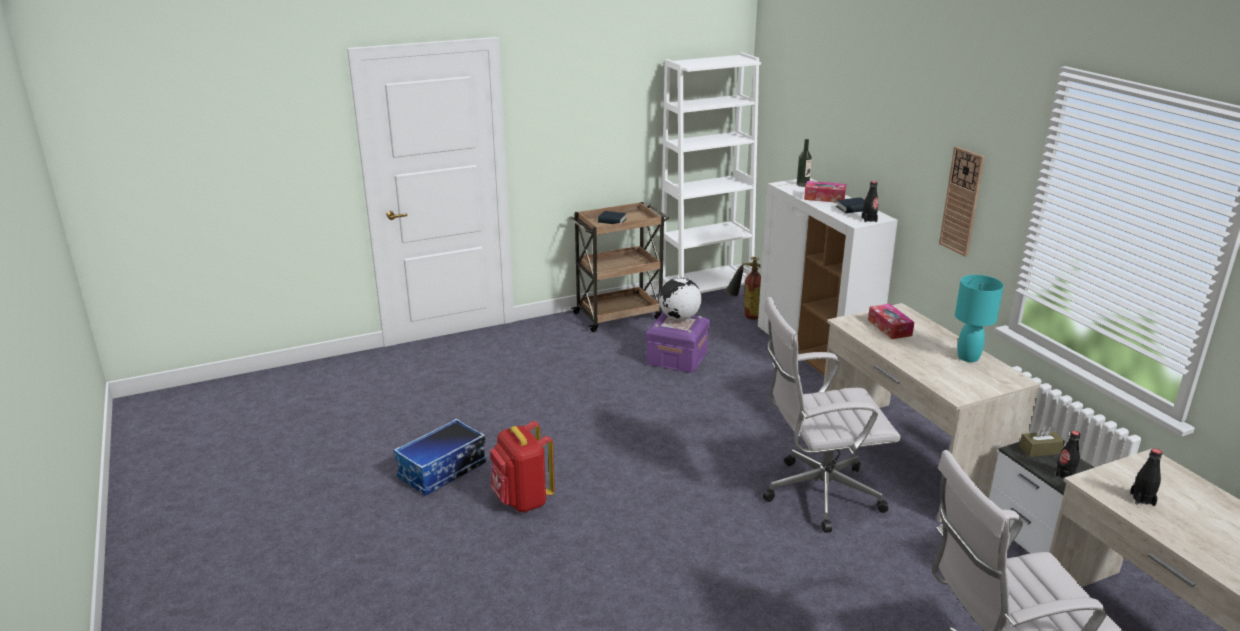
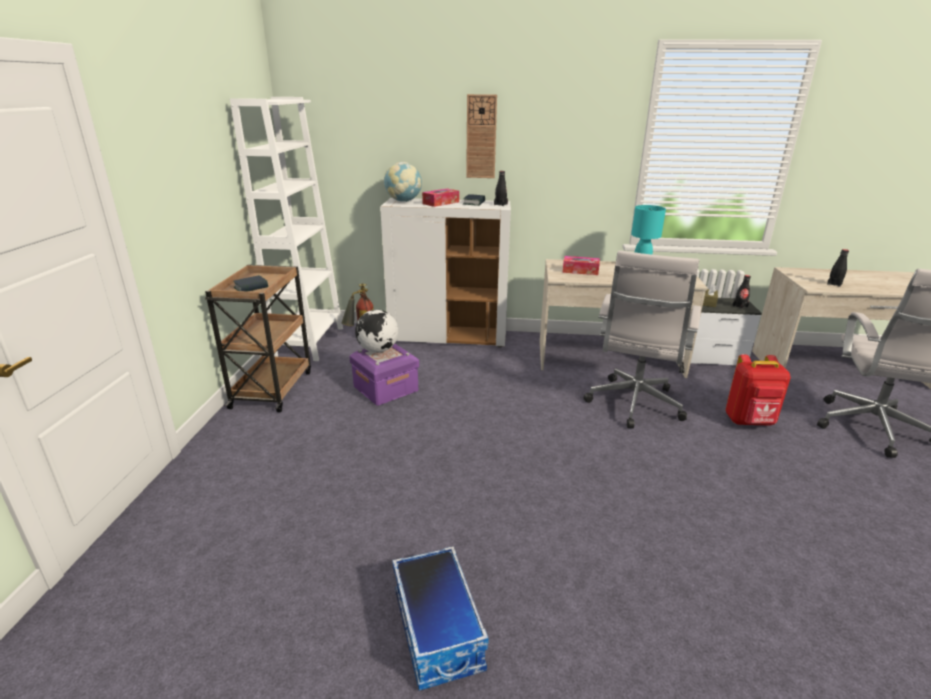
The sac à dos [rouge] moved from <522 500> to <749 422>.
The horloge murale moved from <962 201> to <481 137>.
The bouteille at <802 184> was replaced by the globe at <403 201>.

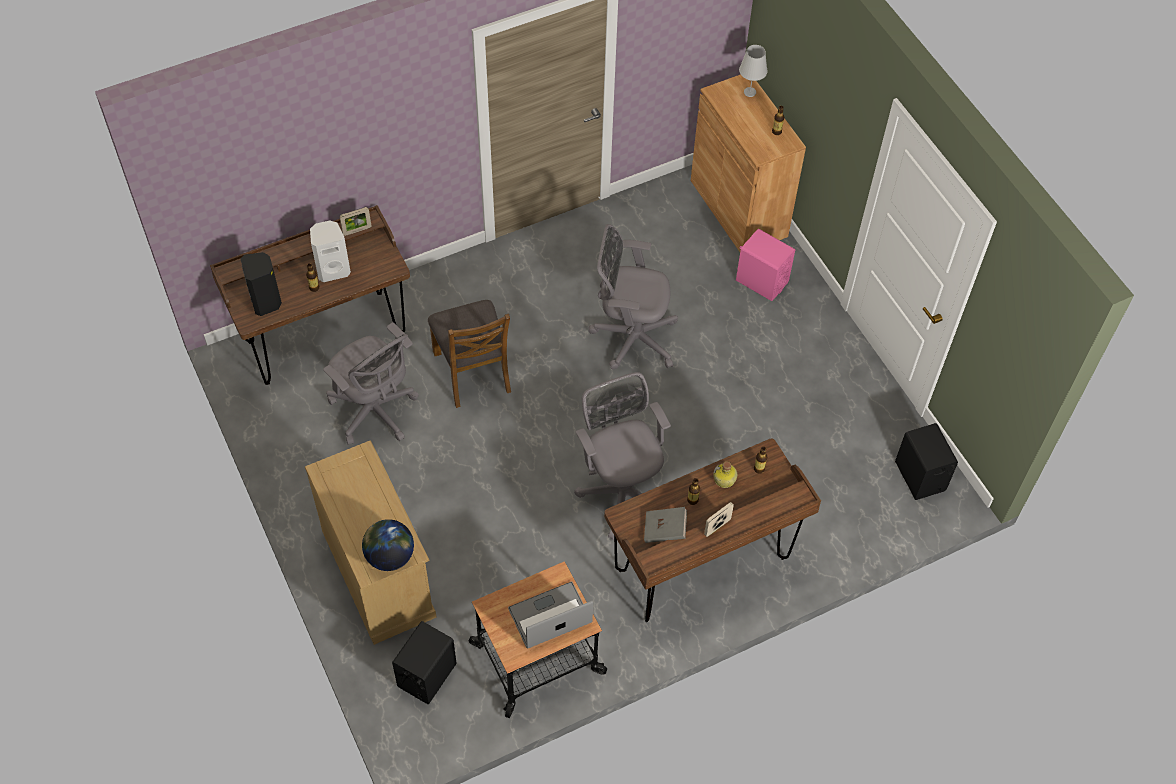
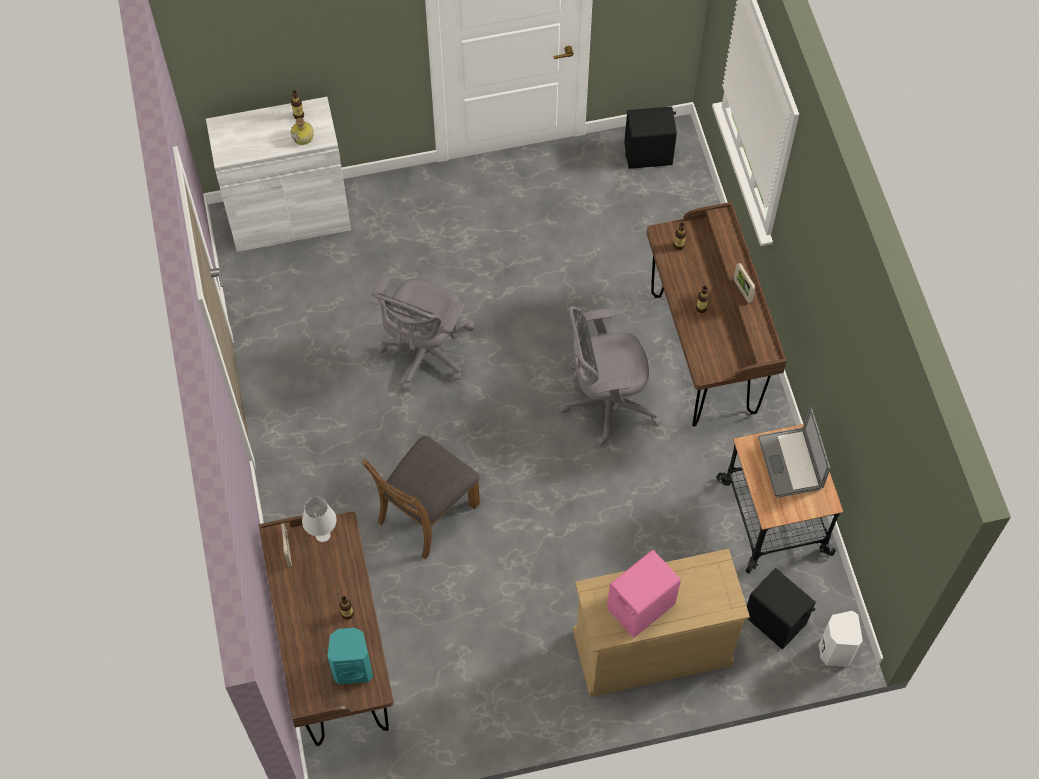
The chaise de bureau [gris] at <375 412> disappeared.
The globe at <390 556> disappeared.
The livre [gris] at <664 530> disappeared.
The enceinte [blanc] moved from <333 270> to <834 651>.
The bouteille moved from <724 480> to <303 137>.
The enceinte [rose] moved from <761 281> to <640 607>.
The lampe de table [blanc] moved from <750 92> to <323 535>.
The enceinte [noir] at <266 302> became the enceinte [turquoise] at <353 668>.
The meuble de rangement [marron] at <738 208> became the meuble de rangement [blanc] at <289 217>.
The chaise [marron] at <473 372> turned 135 degrees clockwise.

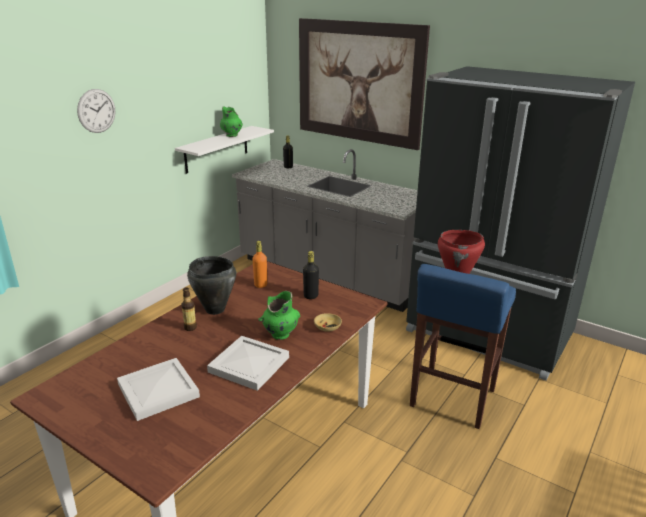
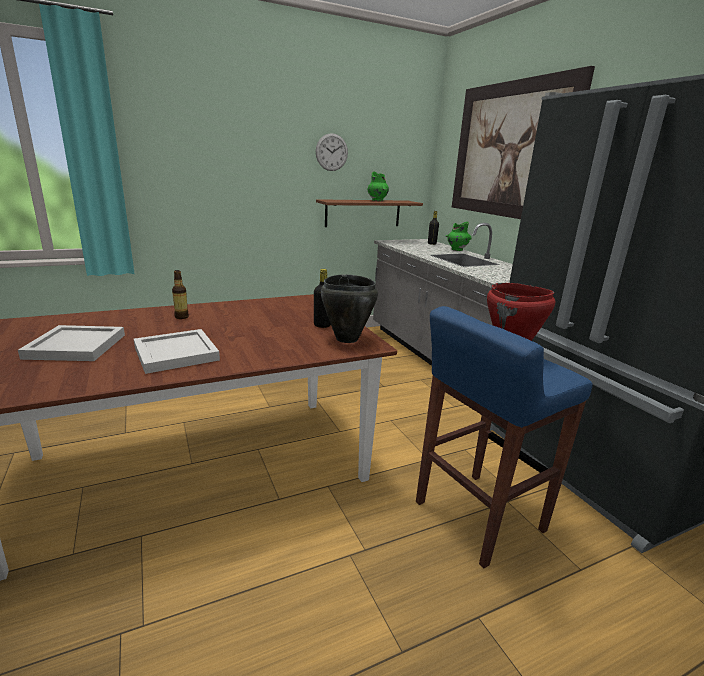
The bouteille [orange] at <260 285> disappeared.
The bol [beige] at <327 327> disappeared.
The horloge murale moved from <96 111> to <331 152>.
The marmite [noir] moved from <215 310> to <346 339>.
The vase [vert] moved from <280 334> to <456 250>.
The étagère [blanc] at <216 149> became the étagère [marron] at <363 213>.

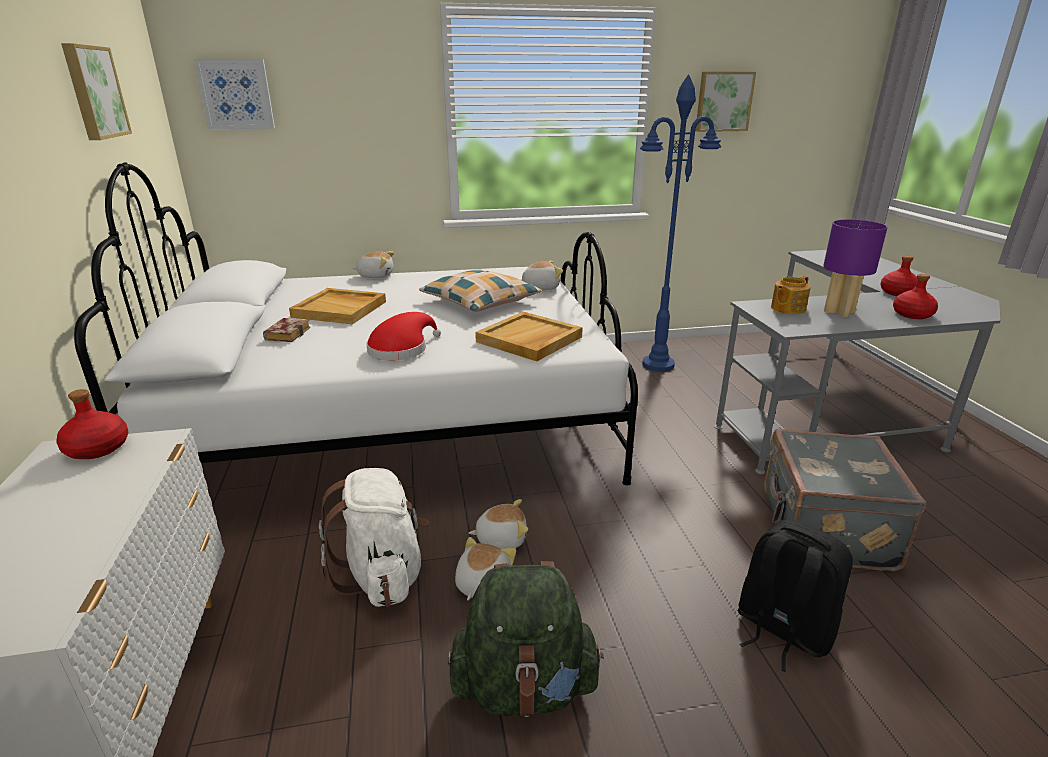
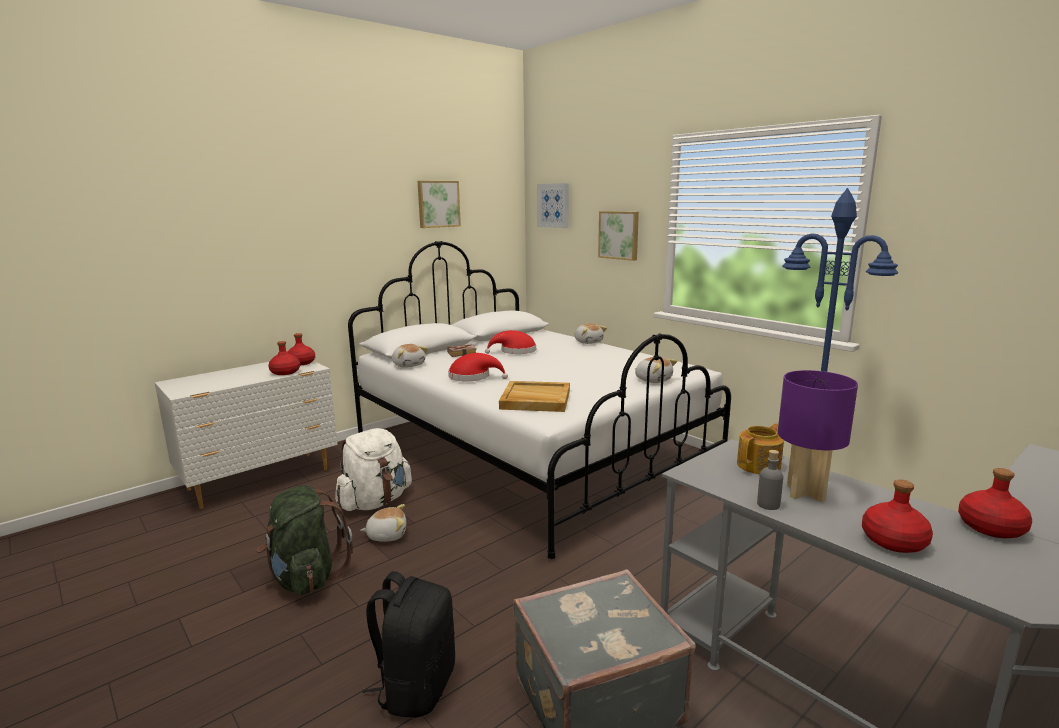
The coussin at <480 302> disappeared.
The bouteille [rouge] at <285 372> appeared.
The bouteille [gris] at <768 504> appeared.
The peluche moved from <501 538> to <409 365>.
The tableau moved from <723 101> to <619 235>.
The plateau [beige] at <340 309> was replaced by the chapeau [rouge] at <515 351>.
The théière at <787 308> turned 120 degrees clockwise.

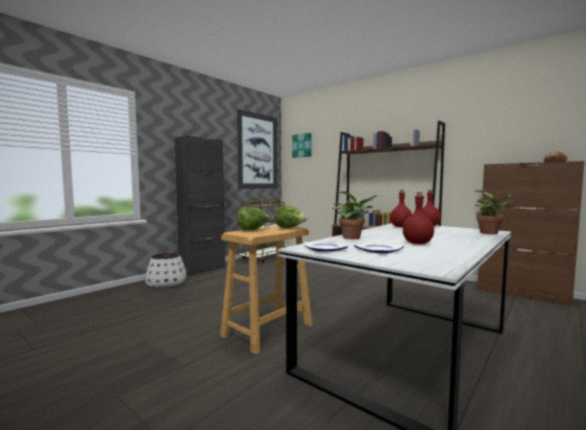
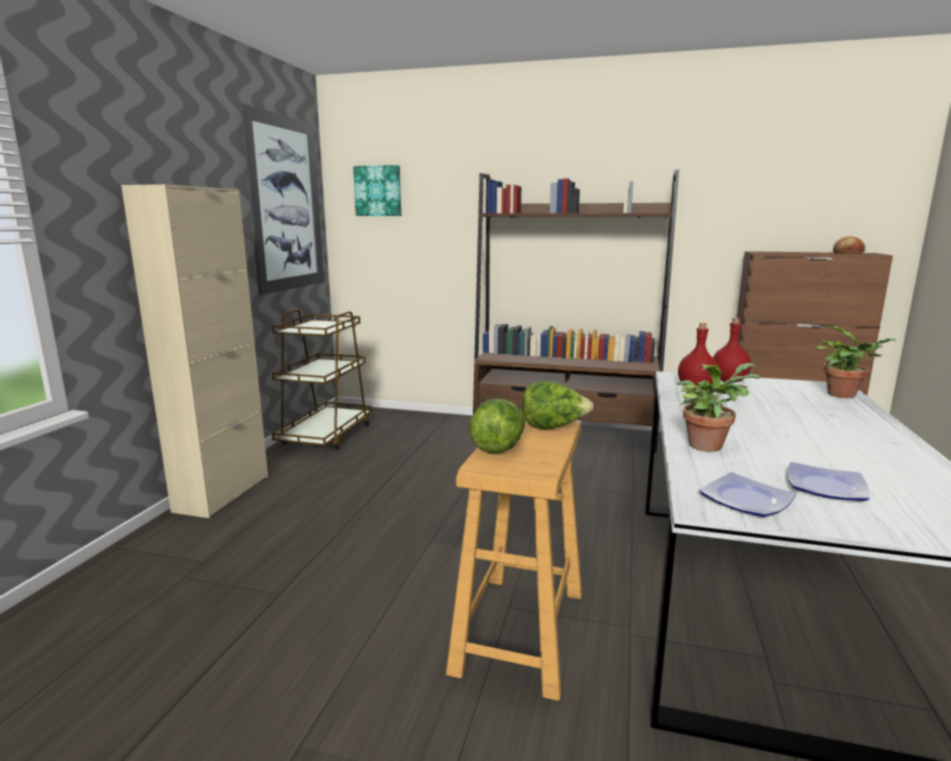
The cache-pot [blanc] at <166 282> disappeared.
The bouteille [rouge] at <418 243> disappeared.
The meuble de rangement [noir] at <203 270> became the meuble de rangement [beige] at <222 493>.

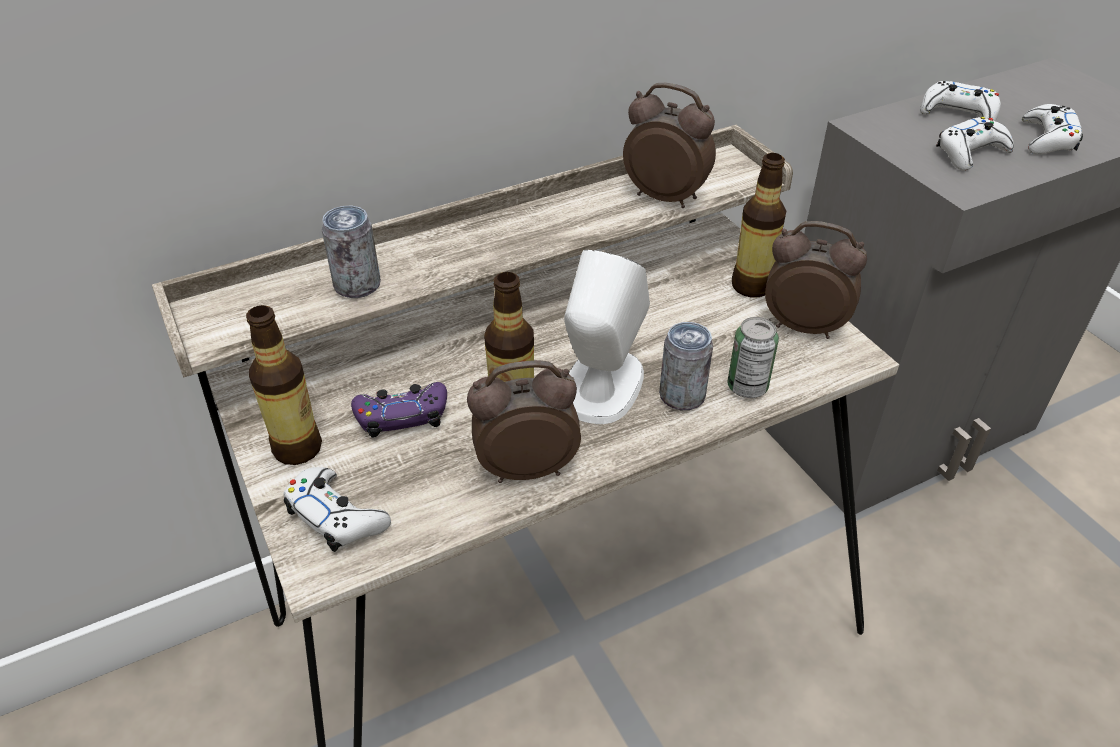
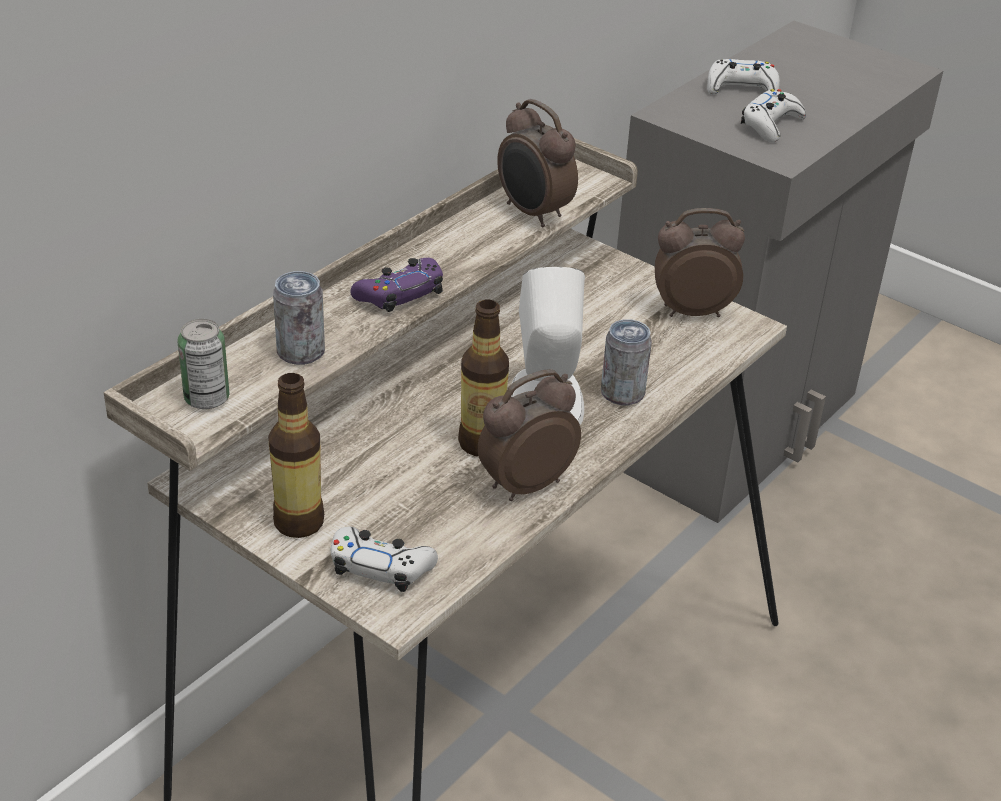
The bouteille at <751 286> disappeared.
The manette [blanc] at <1047 139> disappeared.
The manette [violet] moved from <402 416> to <400 294>.
The boîte métallique moved from <747 387> to <207 399>.
The réveil at <665 196> turned 135 degrees counterclockwise.

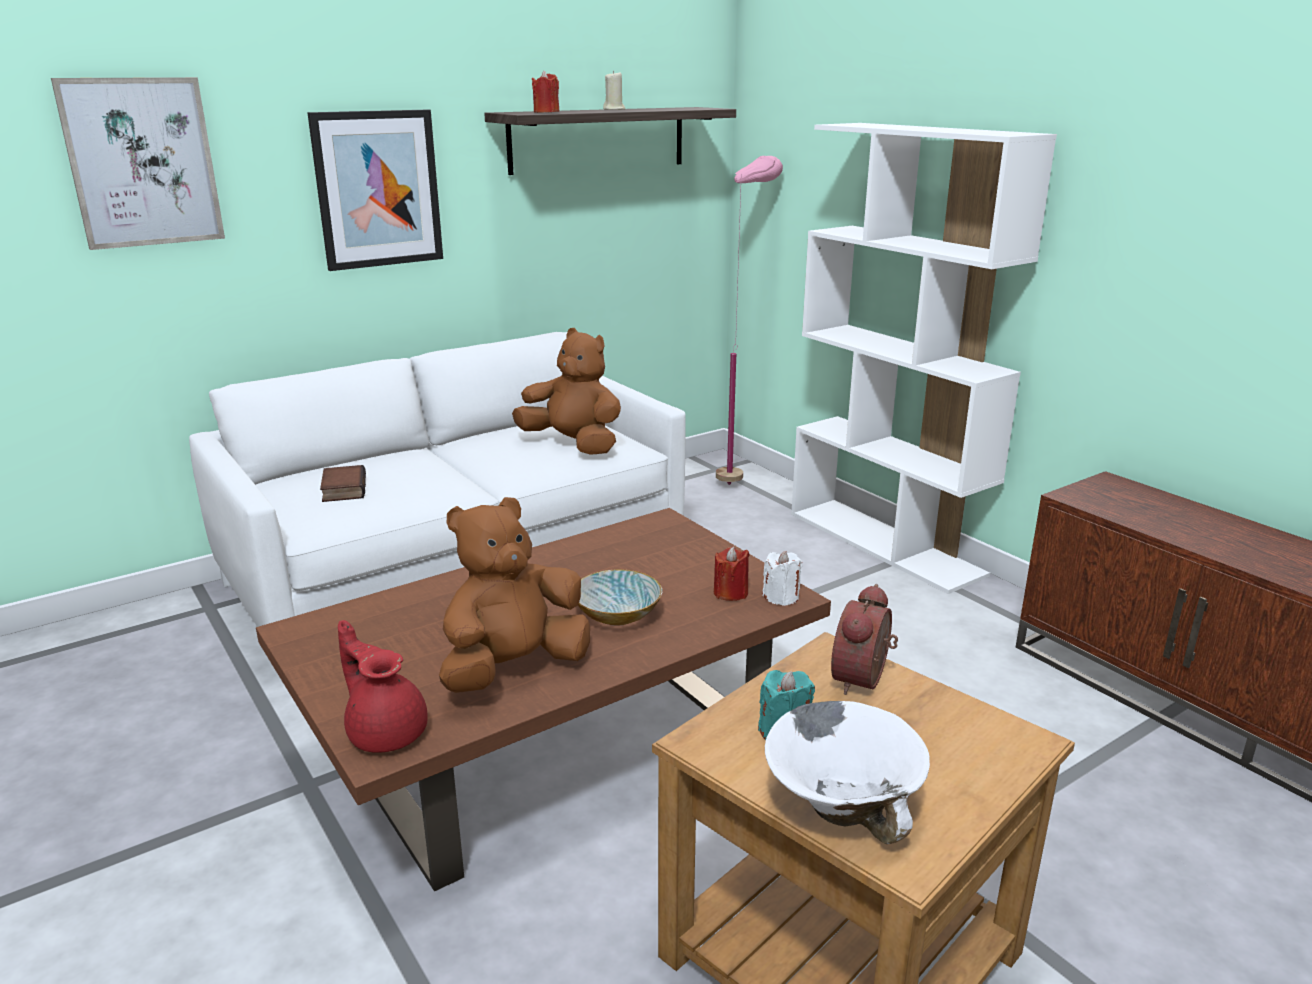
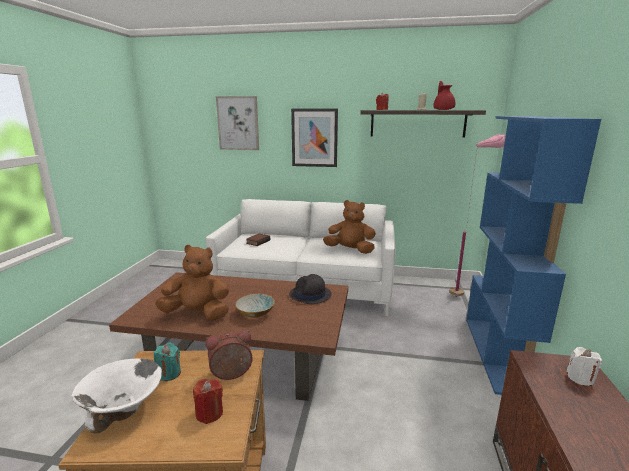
The chapeau [noir] at <310 295> appeared.
The théière [rouge] moved from <386 731> to <443 110>.
The bougie [rouge] moved from <730 593> to <209 413>.
The bougie [blanc] moved from <781 597> to <580 378>.
The bibliothèque [blanc] at <885 543> became the bibliothèque [bleu] at <497 354>.
The peluche [marron] at <573 444> turned 60 degrees counterclockwise.

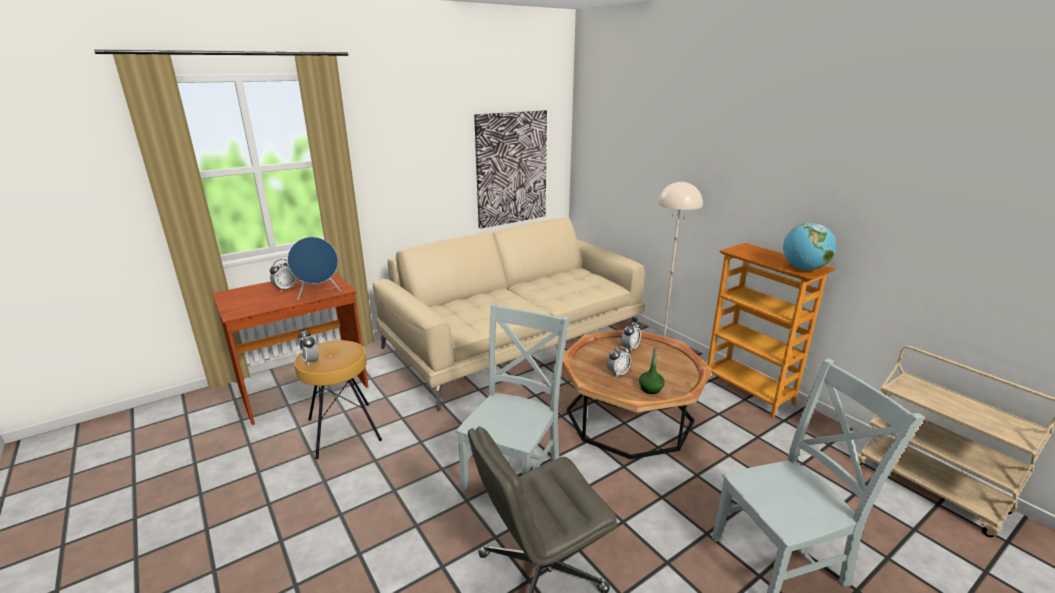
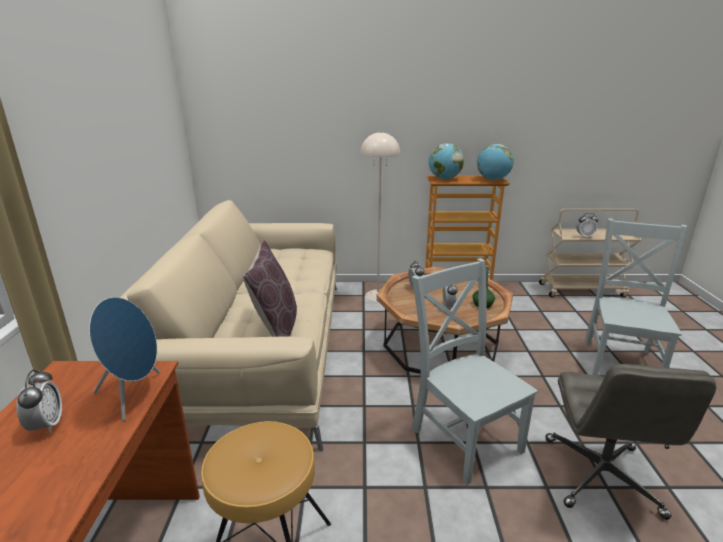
The tableau at <511 169> disappeared.
The coussin [marron] at <276 328> appeared.
The globe at <444 179> appeared.
The réveil moved from <311 361> to <584 236>.

